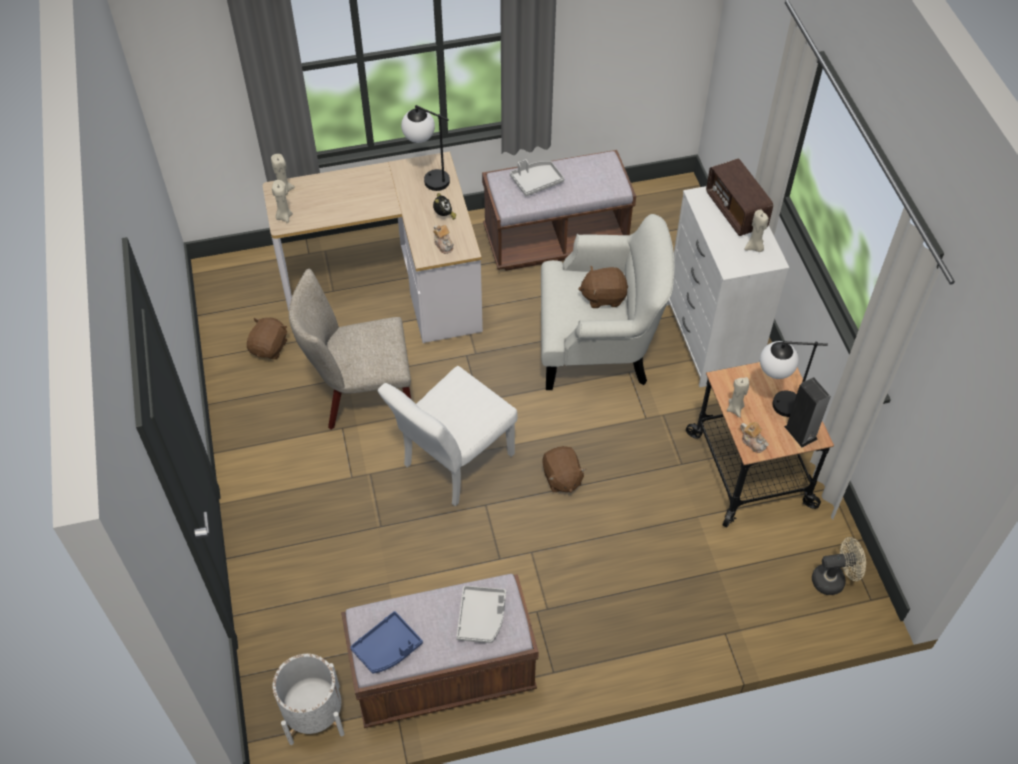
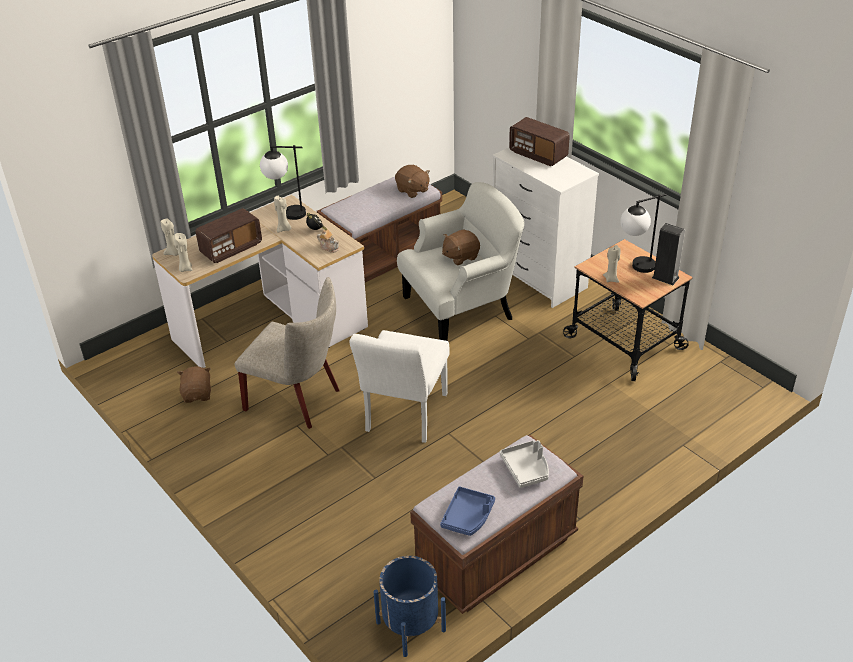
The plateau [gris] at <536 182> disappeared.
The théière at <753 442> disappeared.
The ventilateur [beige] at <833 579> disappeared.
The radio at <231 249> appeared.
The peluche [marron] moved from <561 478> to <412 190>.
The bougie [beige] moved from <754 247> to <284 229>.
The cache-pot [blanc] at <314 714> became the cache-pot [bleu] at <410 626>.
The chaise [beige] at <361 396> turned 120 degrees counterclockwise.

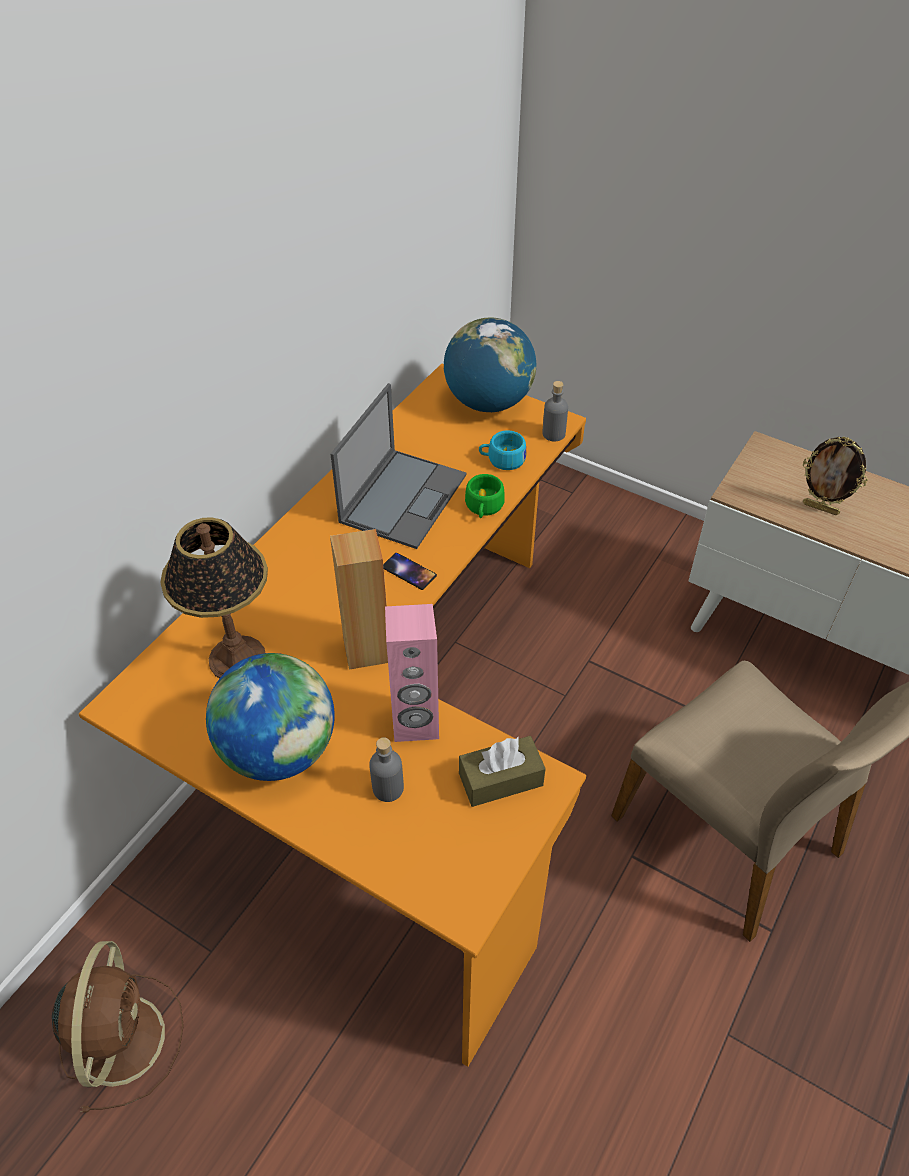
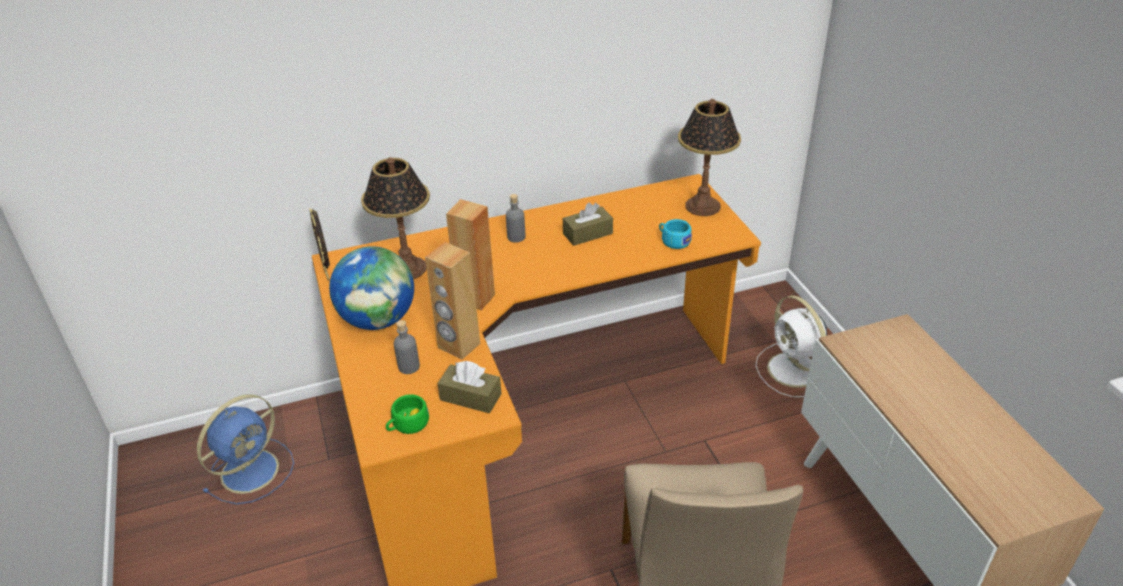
The téléphone at <409 571> disappeared.
The ventilateur [blanc] at <794 371> appeared.
The tasse [vert] moved from <483 507> to <407 424>.
The bouteille [gris] moved from <553 434> to <516 237>.
The cadre photo moved from <821 508> to <327 273>.
The ordinateur portable at <403 497> was replaced by the boîte à mouchoirs [marron] at <587 234>.
The globe at <488 402> was replaced by the lampe de table at <703 206>.
The ventilateur [marron] at <122 1035> became the ventilateur [bleu] at <252 469>.
The enceinte [rose] at <415 724> became the enceinte [marron] at <458 346>.

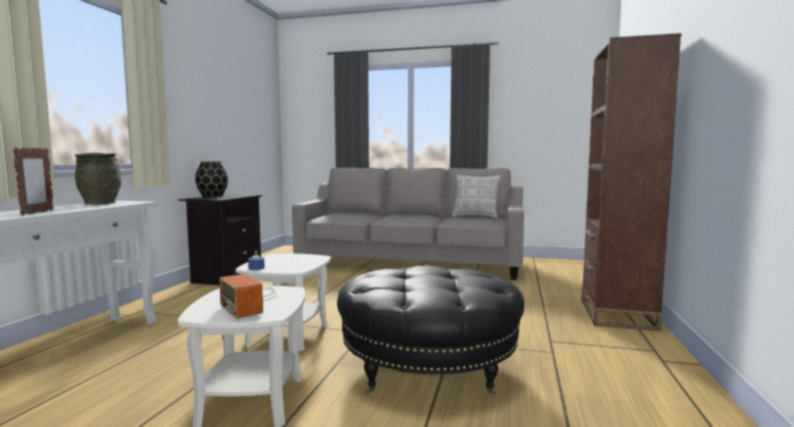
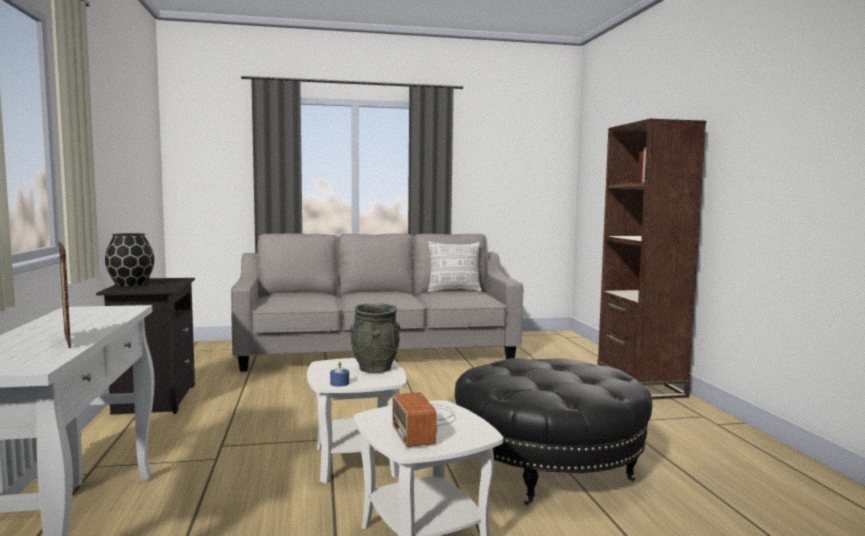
The vase [gris] moved from <100 203> to <374 368>.
The radio at <251 300> turned 45 degrees clockwise.

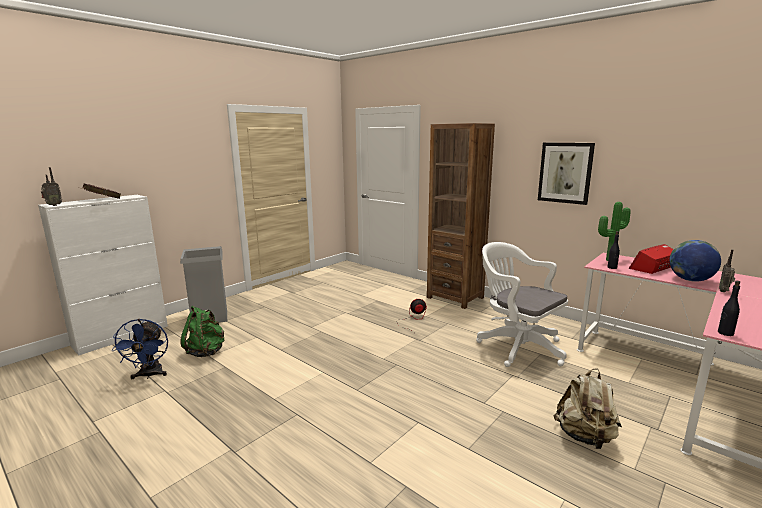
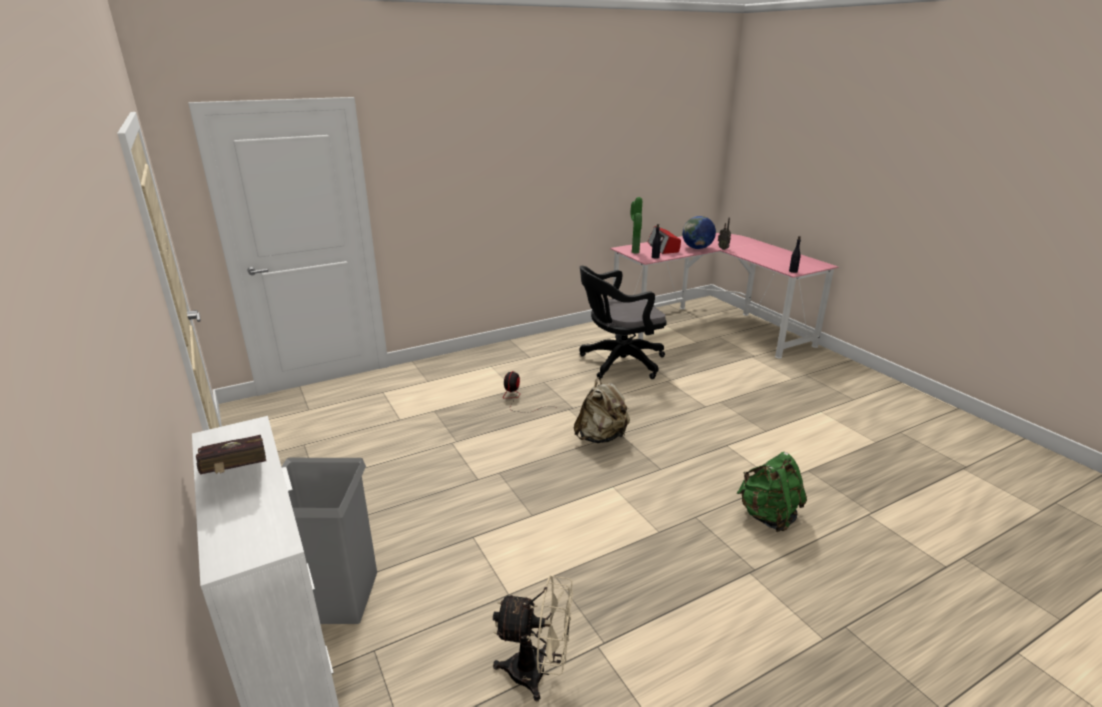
The radio at <53 205> disappeared.
The bibliothèque [marron] at <455 297> disappeared.
The tableau at <565 172> disappeared.
The sac à dos [vert] moved from <206 352> to <768 516>.
The sac à dos [beige] moved from <585 437> to <601 437>.
The ventilateur [bleu] at <149 375> became the ventilateur [beige] at <537 673>.
The chaise de bureau [blanc] at <517 346> became the chaise de bureau [noir] at <618 363>.

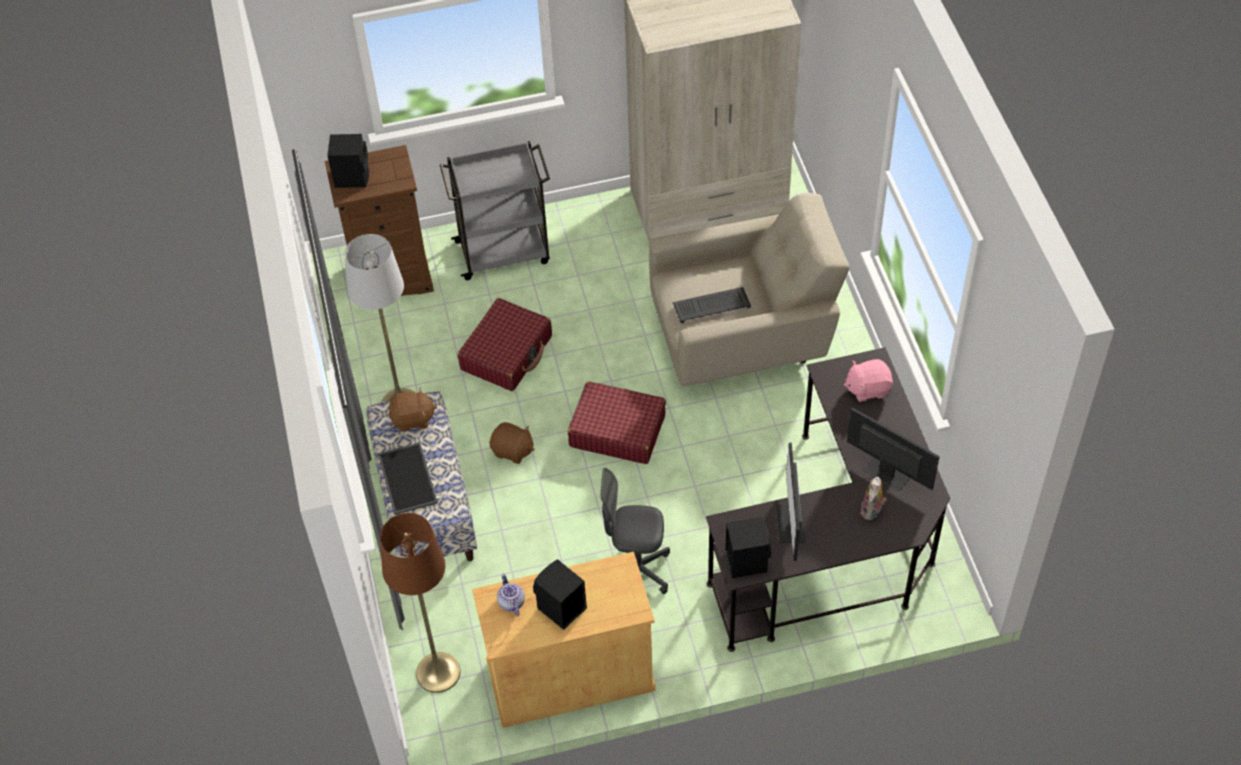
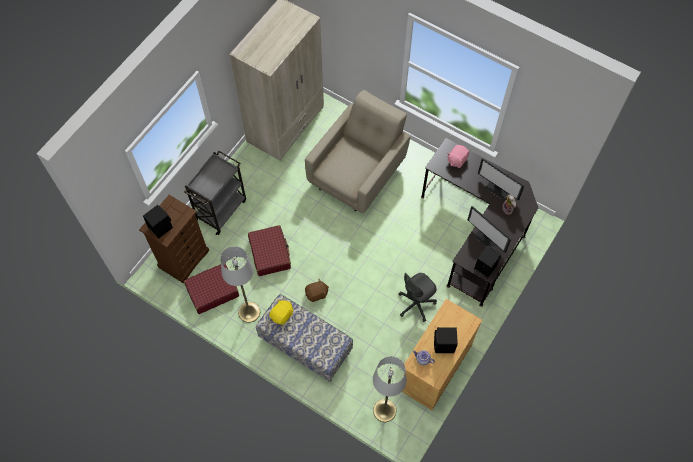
The plateau at <406 478> disappeared.
The clavier at <712 305> disappeared.
The valise [rouge] moved from <617 430> to <212 291>.
The lampadaire [marron] at <438 672> became the lampadaire [gris] at <384 410>.
The peluche [marron] at <413 419> became the peluche [jaune] at <282 315>.
The écran d'ordinateur at <887 472> turned 135 degrees counterclockwise.

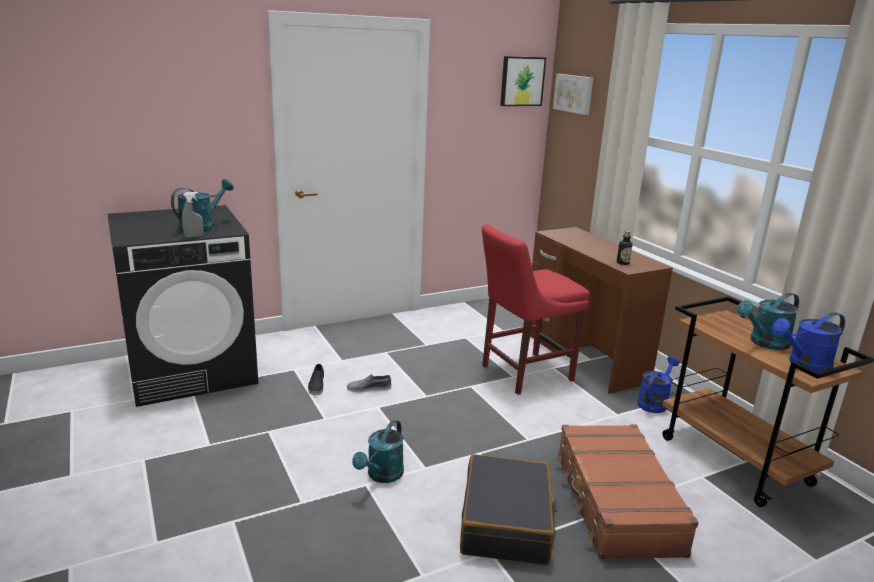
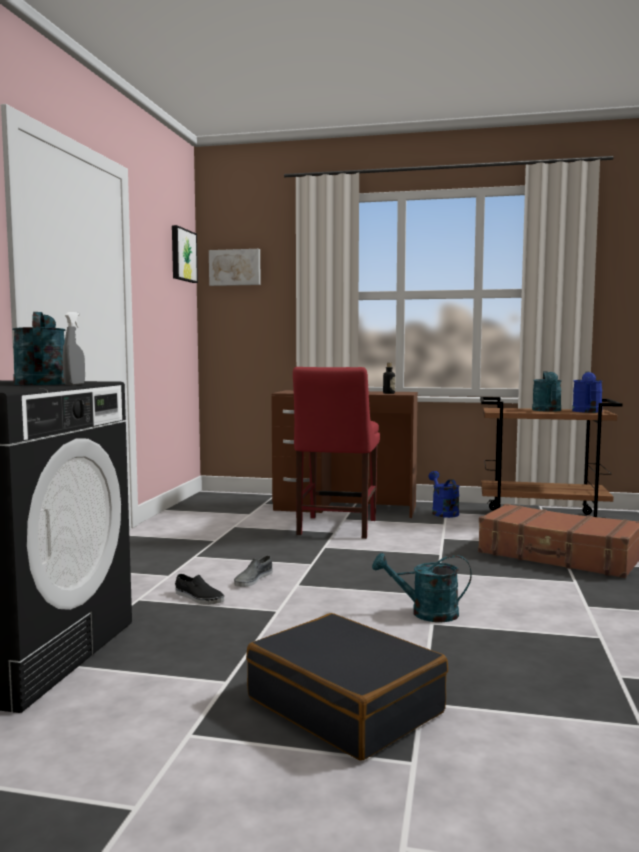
The valise [noir] moved from <506 522> to <345 705>.
The arrosoir [turquoise] at <382 476> turned 120 degrees clockwise.

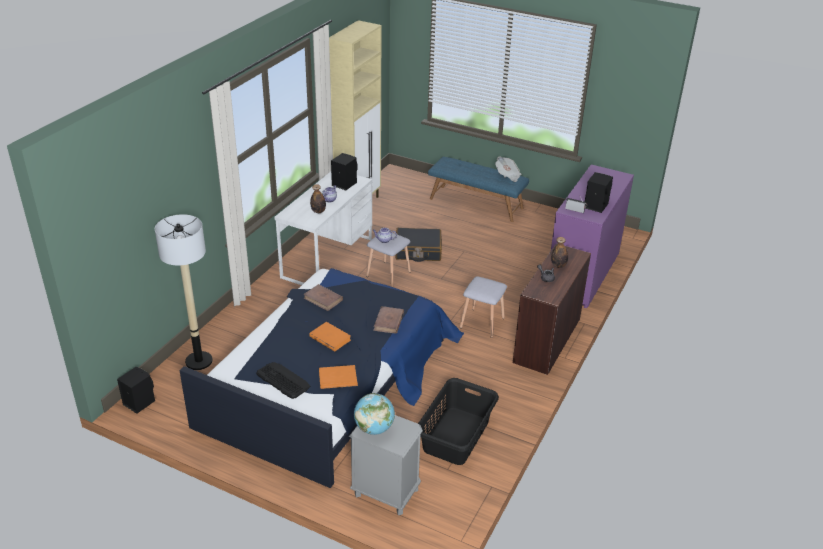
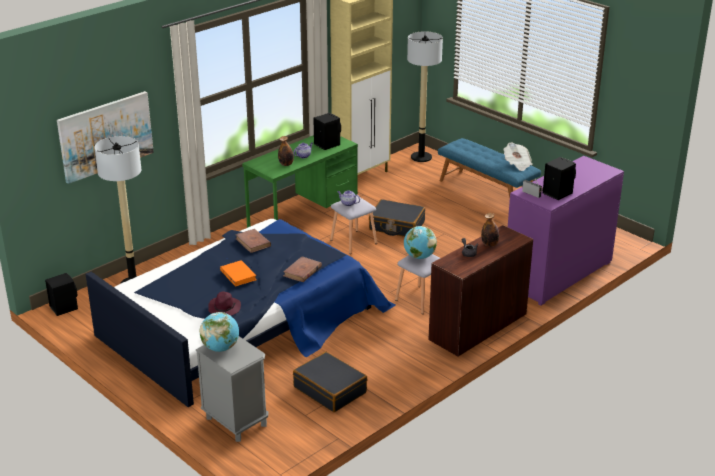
The clavier at <283 380> disappeared.
The tableau at <106 136> appeared.
The globe at <419 257> appeared.
The lampadaire at <421 157> appeared.
The livre [orange] at <338 378> was replaced by the chapeau [violet] at <224 308>.
The panier à linge [noir] at <455 436> was replaced by the valise [noir] at <330 390>.
The bureau [blanc] at <327 257> became the bureau [vert] at <303 218>.

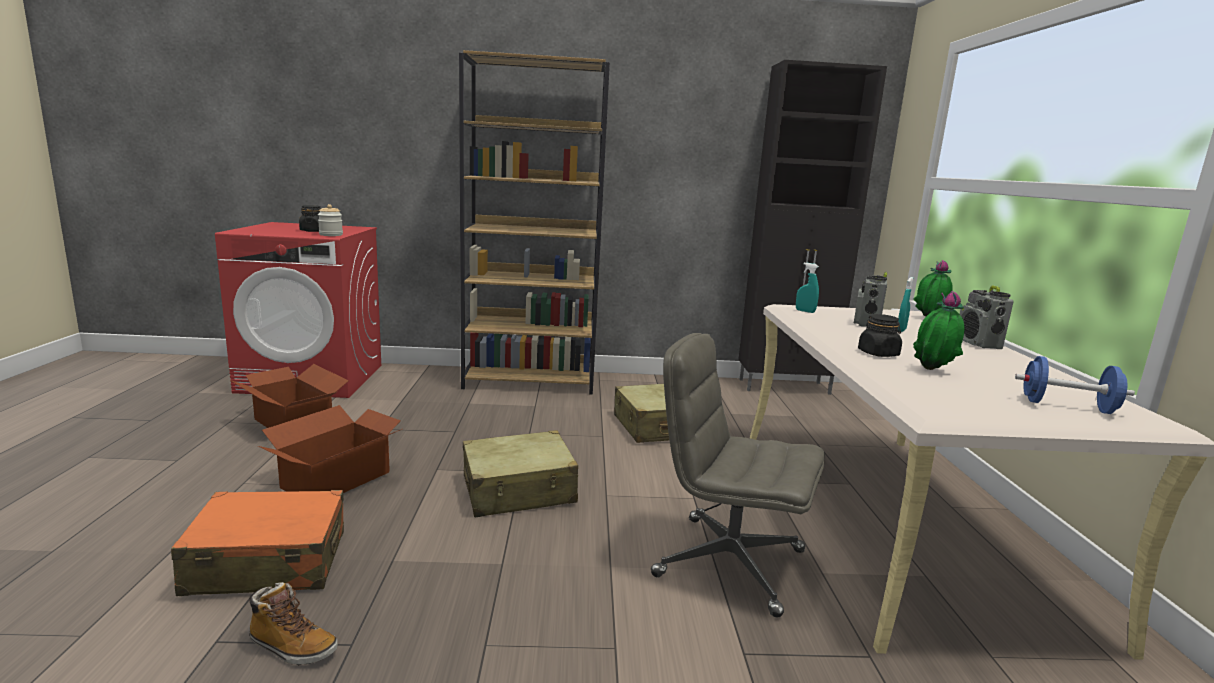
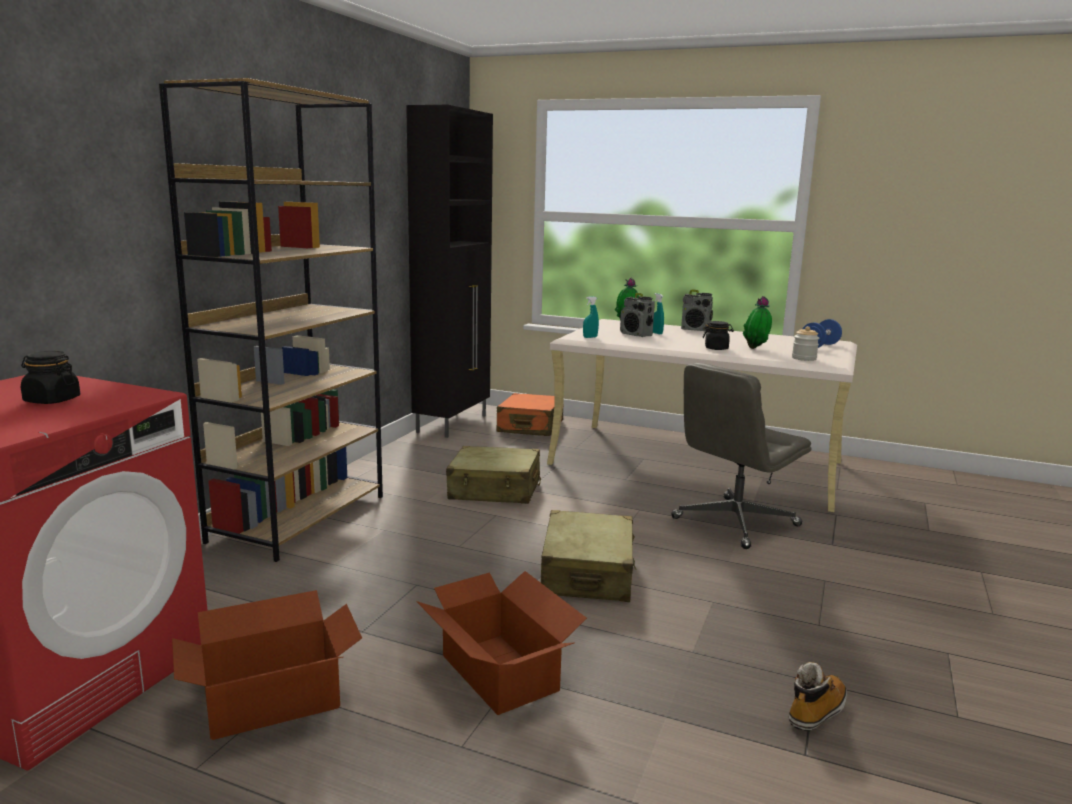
The valise [orange] moved from <268 562> to <530 427>.
The bocal moved from <331 235> to <804 358>.

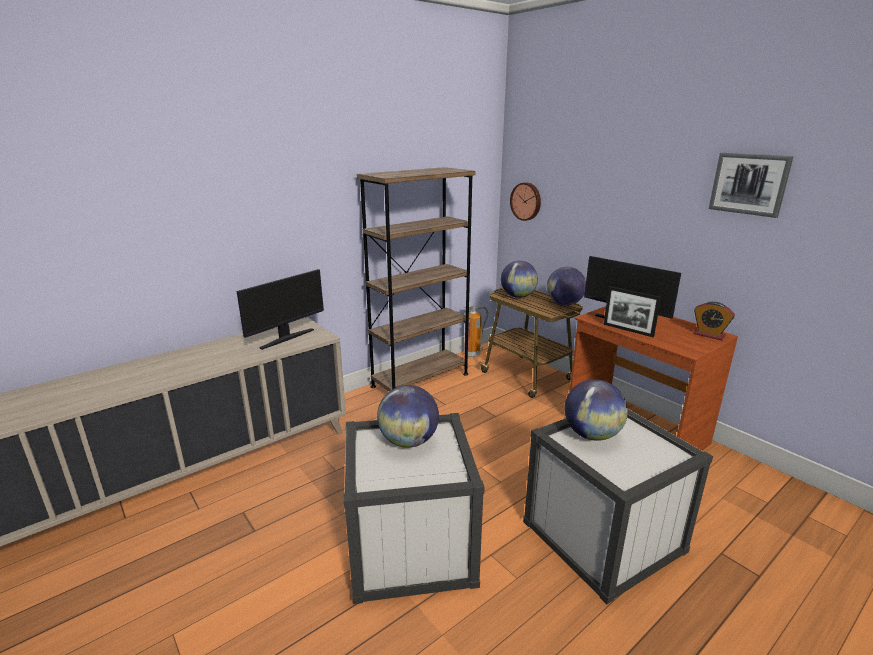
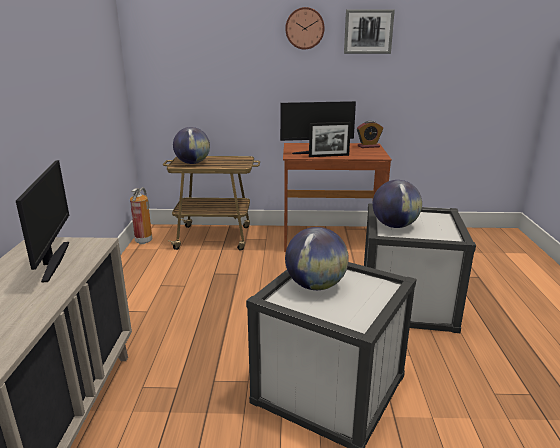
The bibliothèque [marron] at <420 380> disappeared.
The globe at <564 304> disappeared.
The horloge murale moved from <526 201> to <304 28>.

